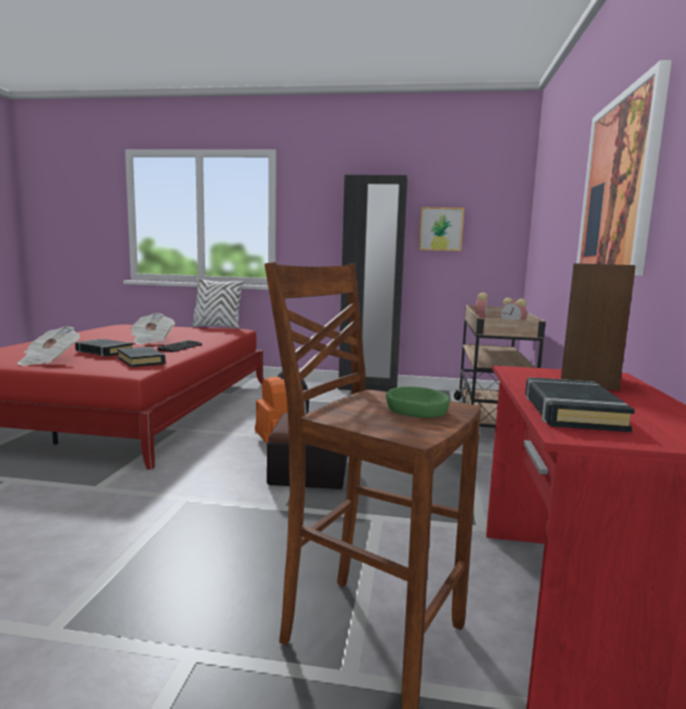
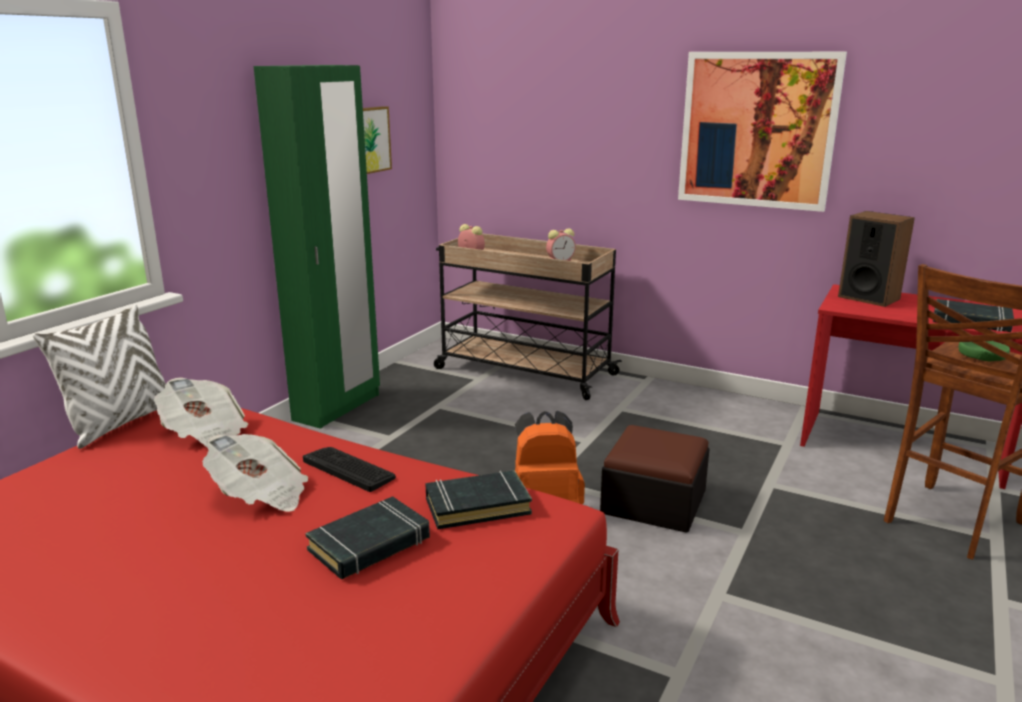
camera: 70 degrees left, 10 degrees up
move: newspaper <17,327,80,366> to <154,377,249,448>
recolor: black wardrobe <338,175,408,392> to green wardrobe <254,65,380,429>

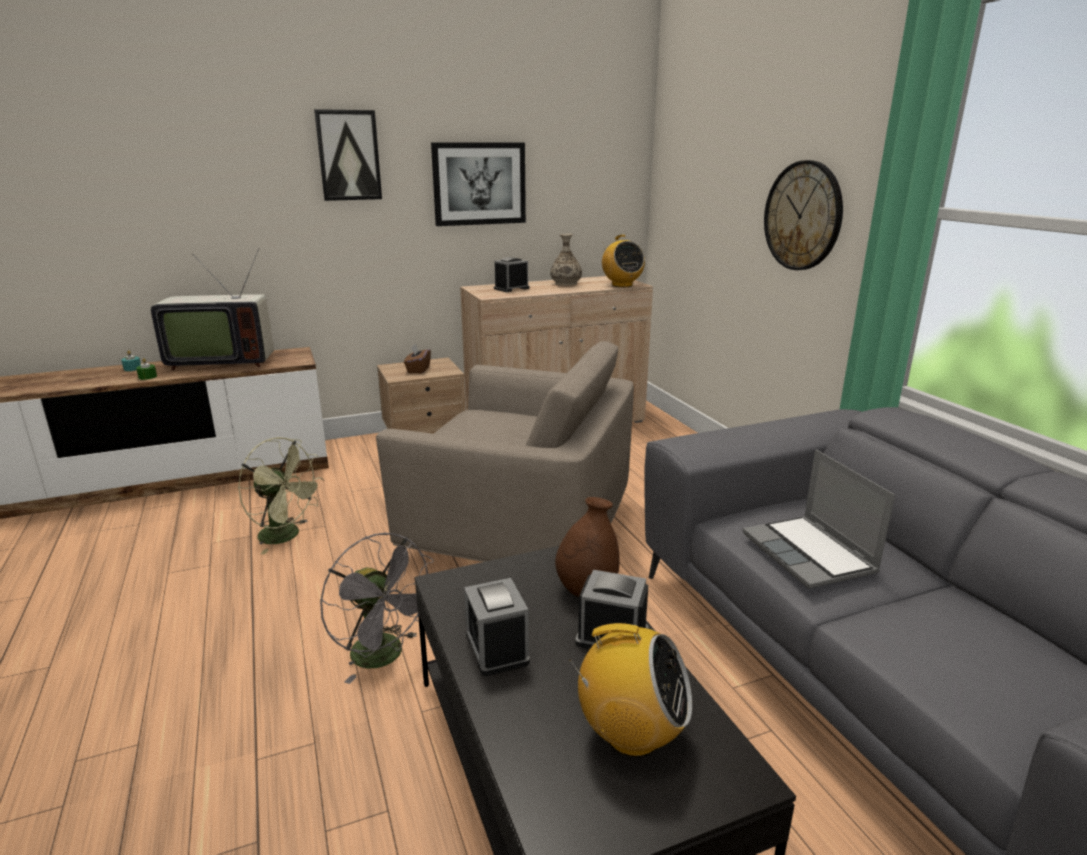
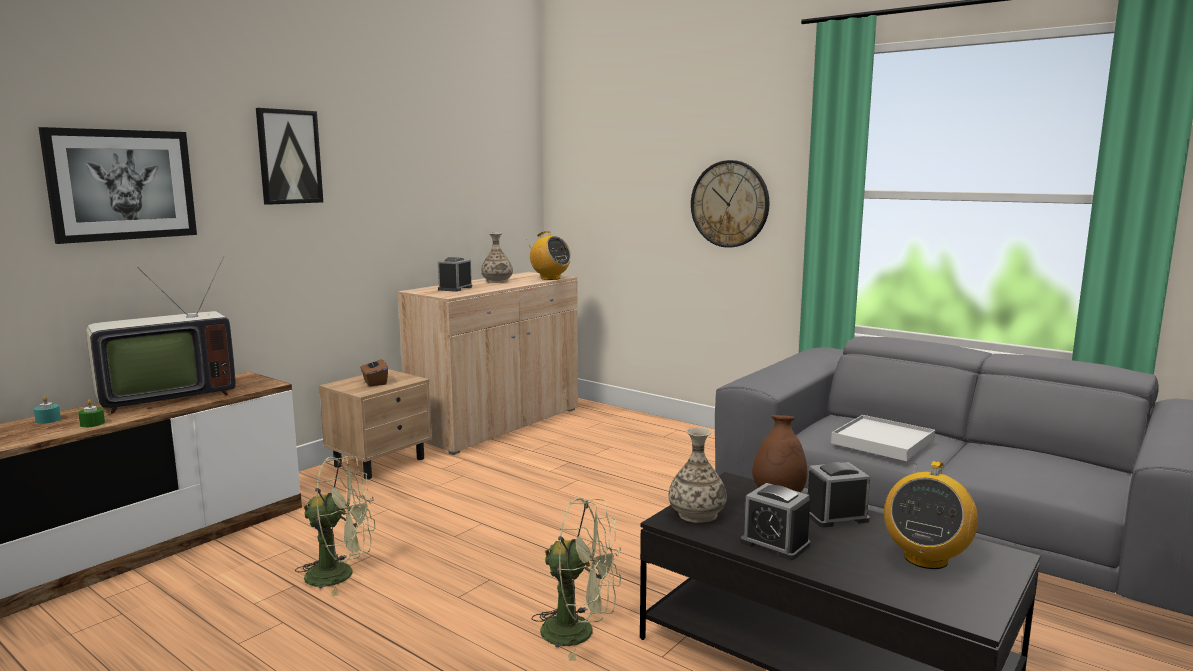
camera: 30 degrees left, 10 degrees down
delete: beige armchair <376,341,634,562>
insert: vase <669,427,727,523>
move: picture <431,142,526,226> to <38,127,197,244>
replace: laptop <743,450,895,589> to white tray <831,415,935,461>
recolor: grey fan <320,533,434,684> to green fan <531,498,621,661>
rotate: radio <569,623,692,757> = <884,461,978,569> 135 degrees clockwise

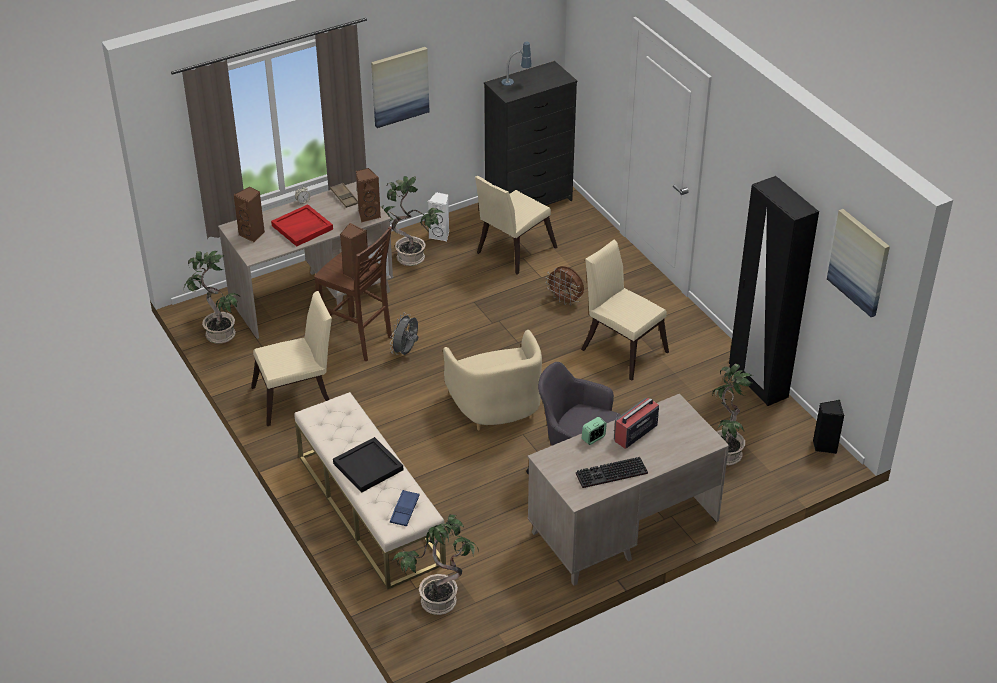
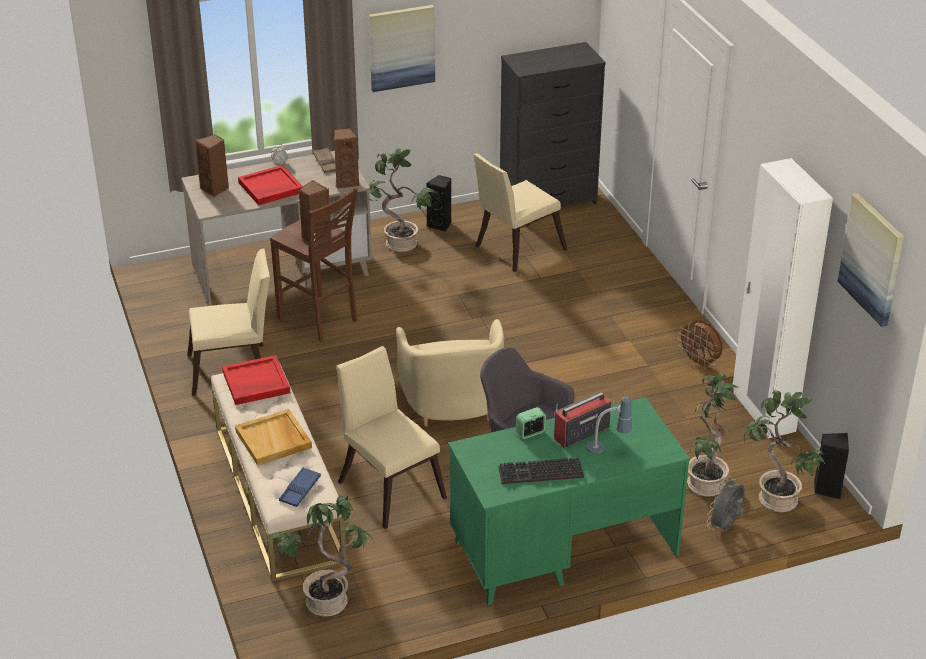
camera: 10 degrees right, 5 degrees down
insert: red tray <222,355,290,405>
move: potted plant <184,251,239,344> to <744,390,826,512>; grey fan <390,313,418,355> to <707,476,745,532>; table lamp <501,41,532,86> to <586,396,632,454>; brown fan <546,266,584,306> to <677,320,722,369>; beige chair <581,240,669,381> to <336,346,447,529>
recolor: black tray <333,437,403,493> to beige tray <235,409,312,466>; white speaker <428,192,449,241> to black speaker <426,175,451,232>; beige desk <528,394,729,586> to green desk <448,397,690,605>; black wardrobe <729,176,819,406> to white wardrobe <733,158,833,438>

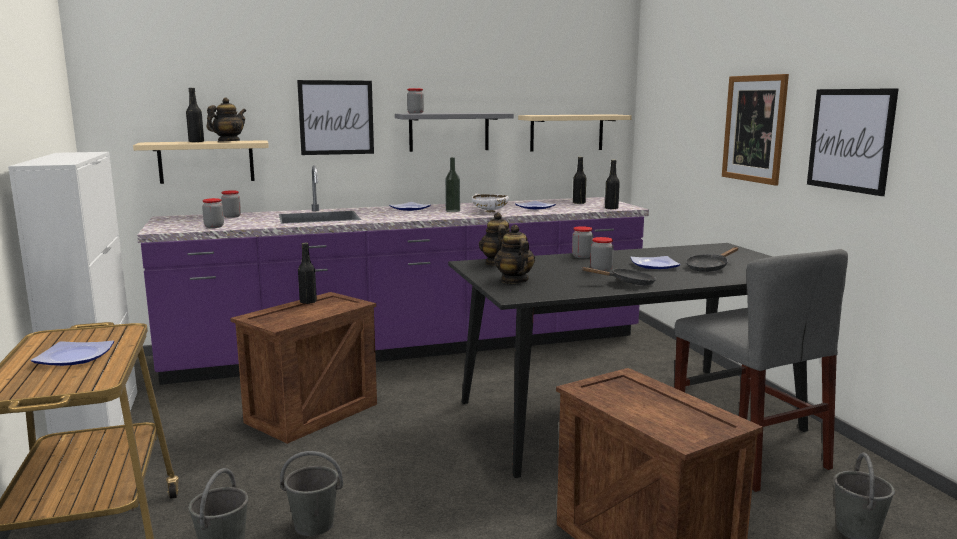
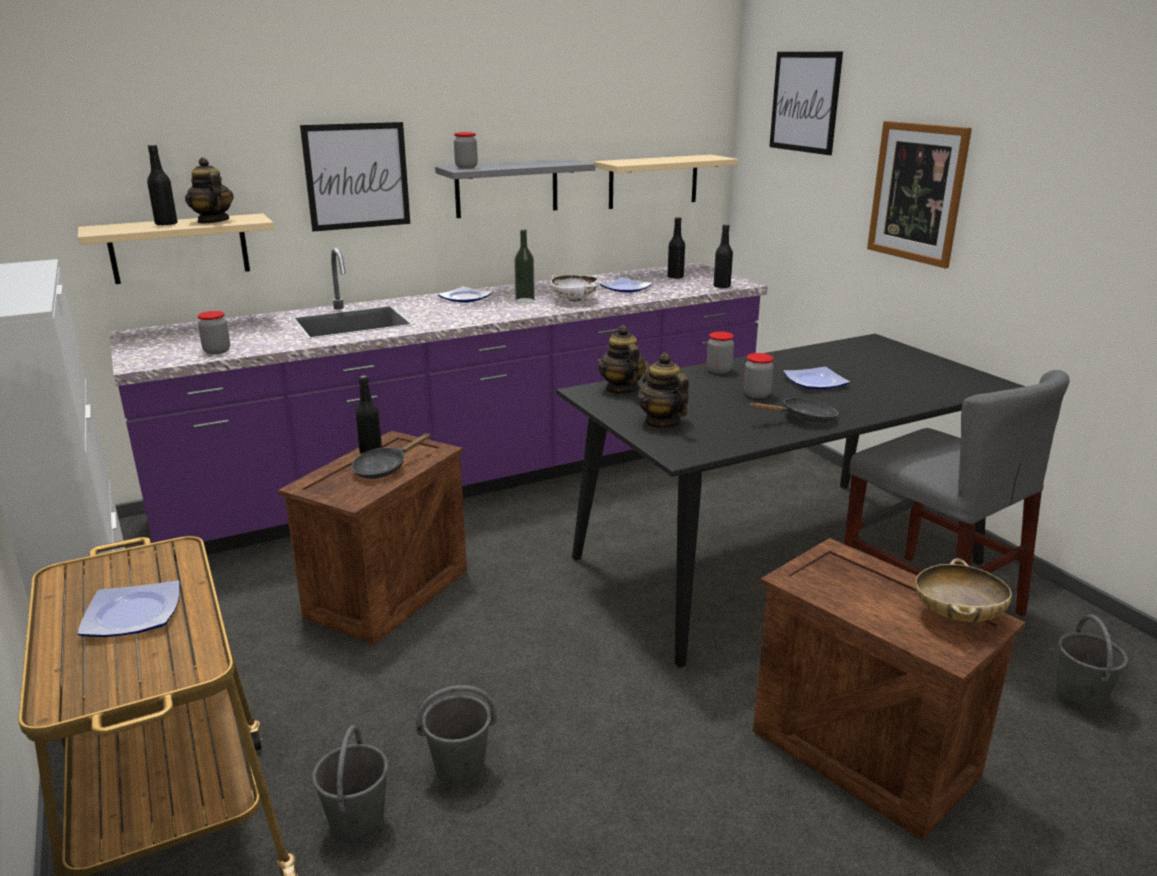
camera: 10 degrees left, 10 degrees up
delete: jar <221,190,241,218>
insert: beige bowl <915,558,1012,622>
move: black frying pan <686,247,738,272> to <352,433,431,479>; picture <807,88,899,196> to <769,52,843,155>
rotate: teapot <207,97,246,142> = <185,157,233,223> 60 degrees counterclockwise

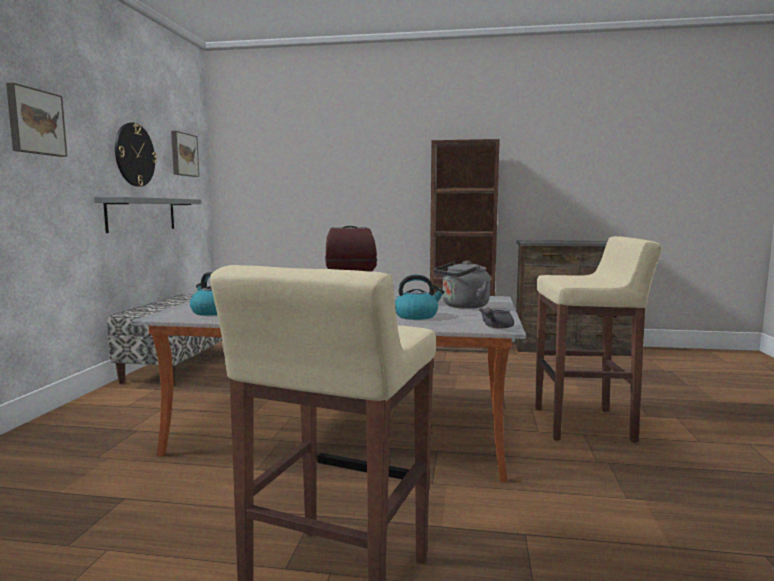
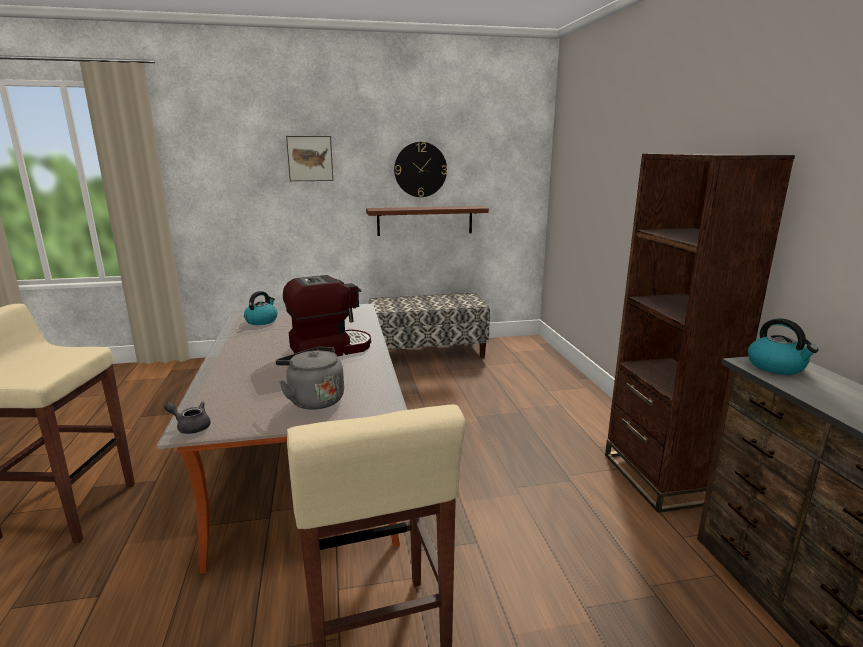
camera: 70 degrees right, 10 degrees up
delete: picture <171,131,199,177>
move: kettle <395,274,445,320> to <748,318,818,375>
recolor: grey shelf <94,197,201,233> to brown shelf <366,206,489,236>

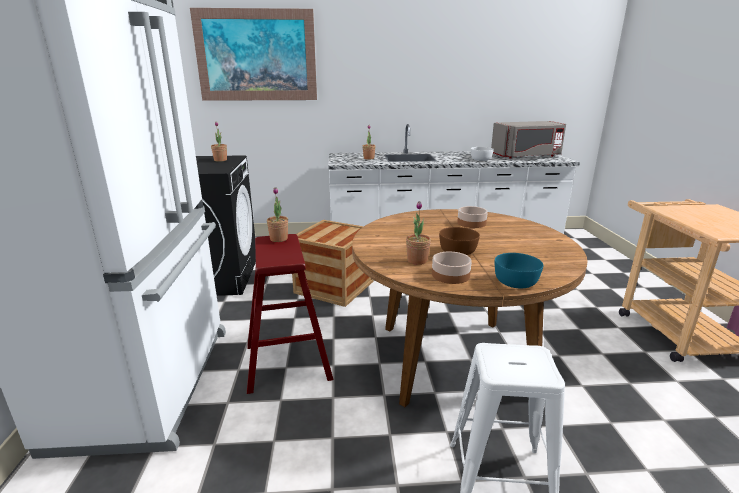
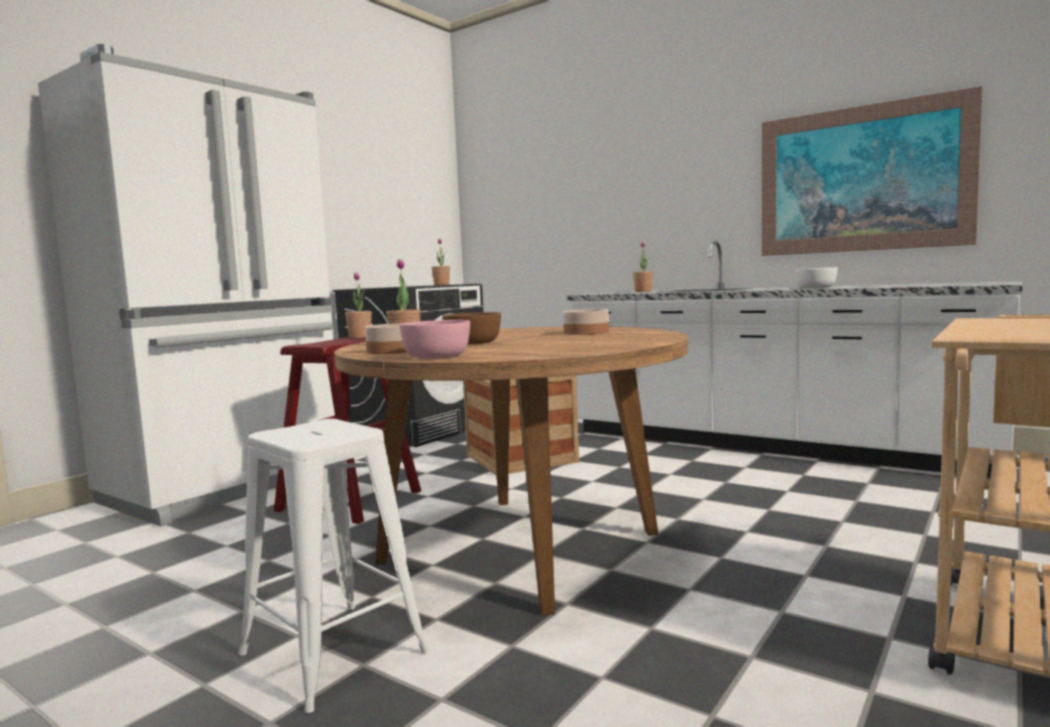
camera: 40 degrees right, 15 degrees down
delete: grey microwave <491,121,566,159>
move: picture <190,8,317,101> to <762,86,982,256>
recolor: turquoise bowl <495,253,543,288> to pink bowl <400,320,470,359>

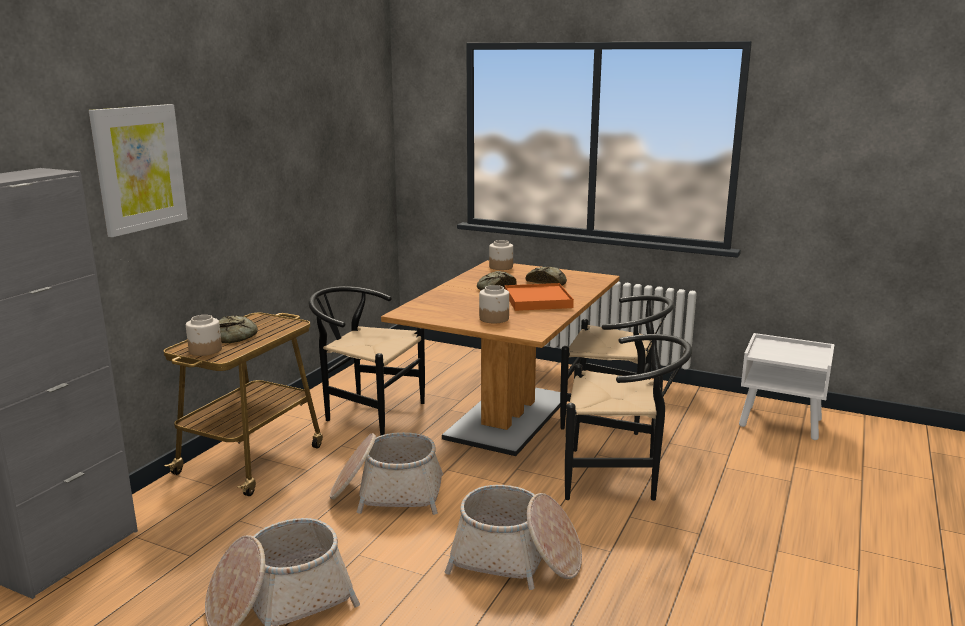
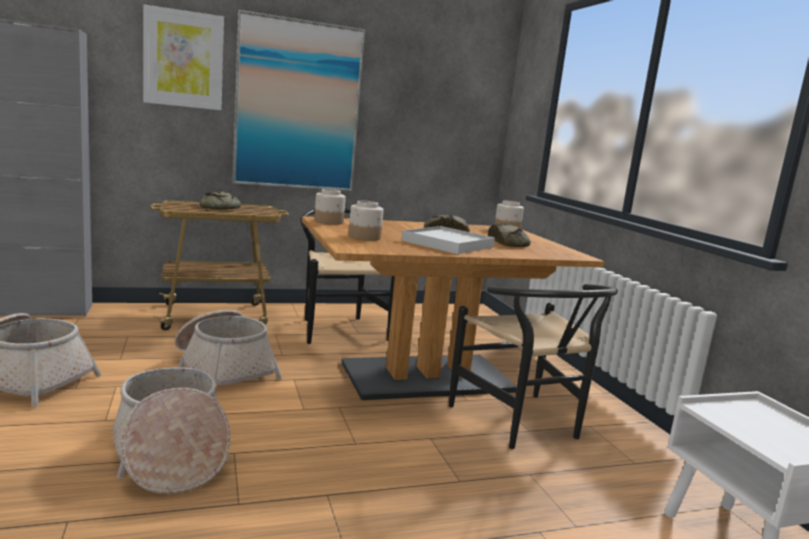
camera: 45 degrees right, 5 degrees down
delete: black chair <565,334,692,501>
insert: picture <232,10,365,191>
move: jar <186,315,222,356> to <314,189,346,225>
recolor: orange tray <505,283,574,311> to white tray <402,226,495,254>

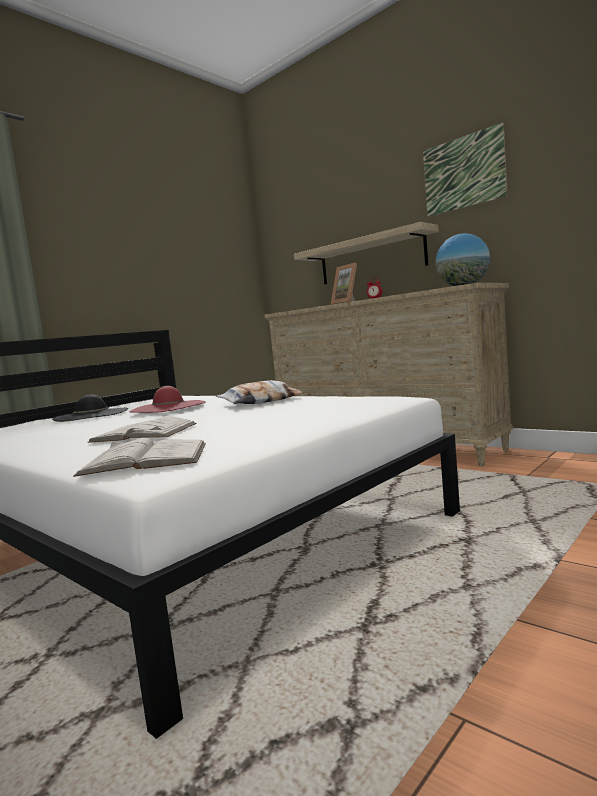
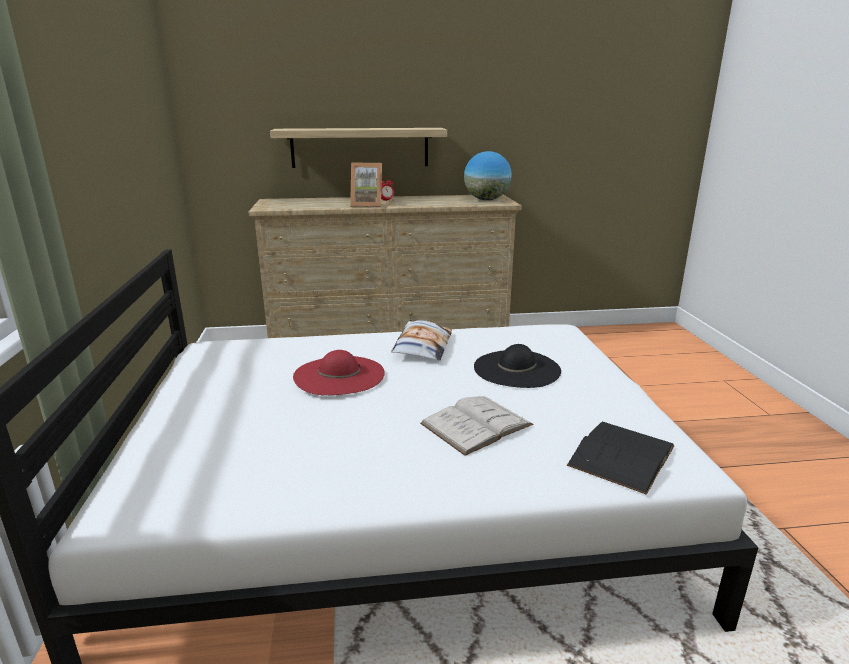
camera: 50 degrees left, 15 degrees up
delete: picture <423,122,508,217>
move: black hat <52,394,128,422> to <474,344,561,388>
recolor: white book <73,438,206,477> to black book <567,421,675,495>

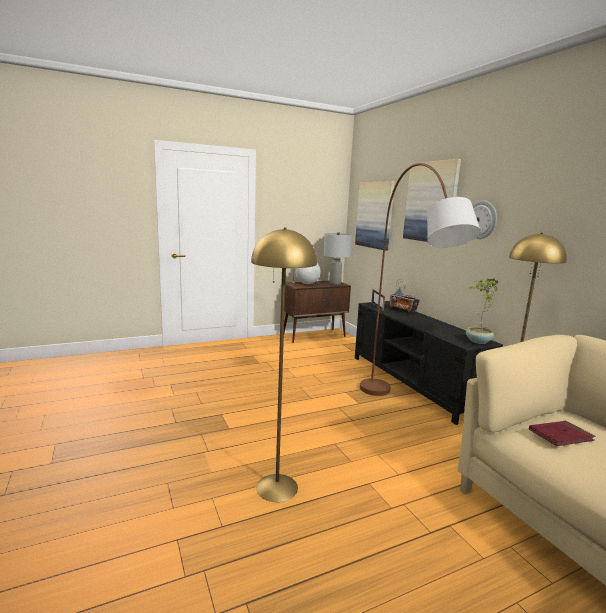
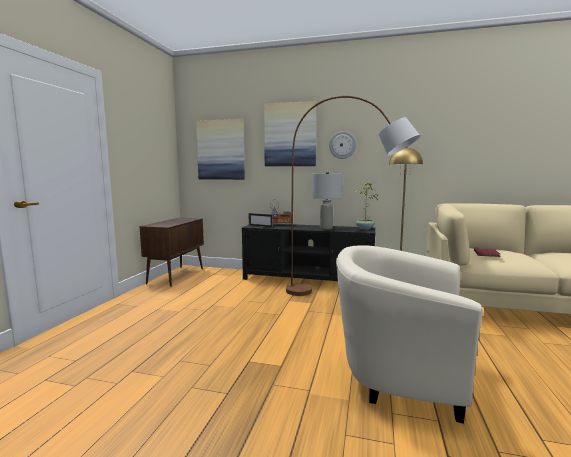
camera: 50 degrees left, 5 degrees down
delete: globe <295,263,321,284>
move: grey table lamp <323,232,352,285> to <312,171,343,230>
replace: yellow floor lamp <251,227,317,502> to beige armchair <336,245,483,424>

